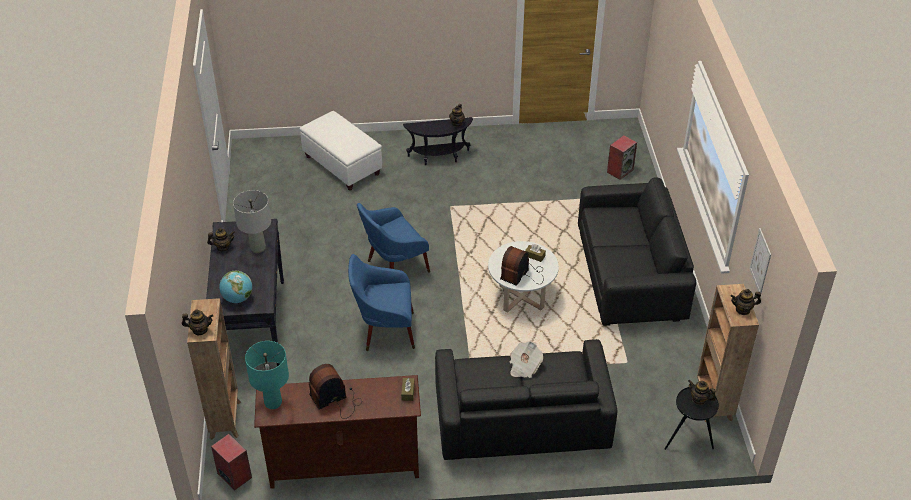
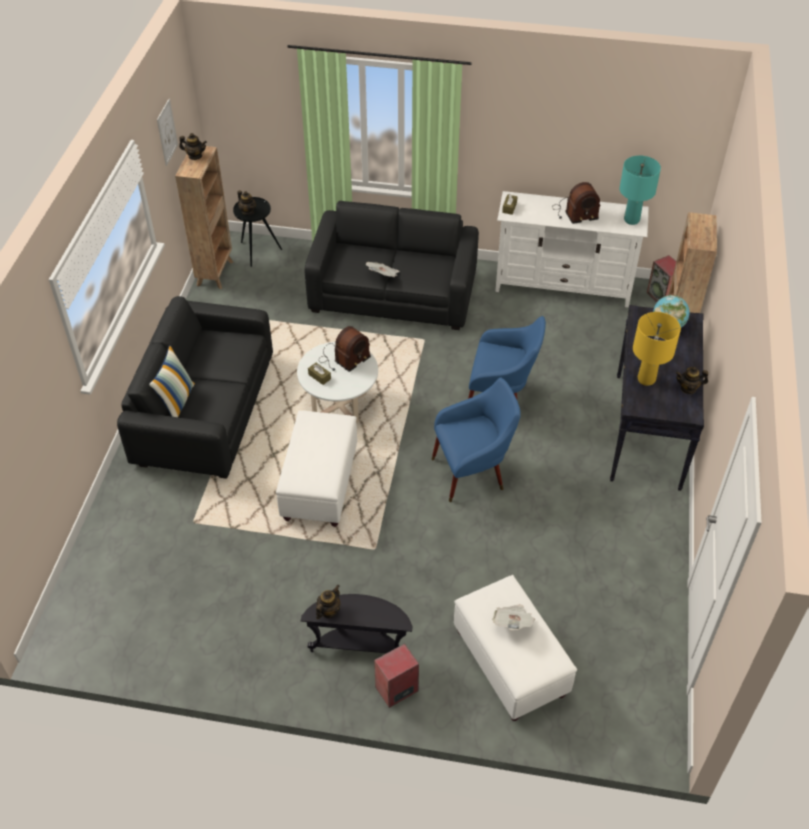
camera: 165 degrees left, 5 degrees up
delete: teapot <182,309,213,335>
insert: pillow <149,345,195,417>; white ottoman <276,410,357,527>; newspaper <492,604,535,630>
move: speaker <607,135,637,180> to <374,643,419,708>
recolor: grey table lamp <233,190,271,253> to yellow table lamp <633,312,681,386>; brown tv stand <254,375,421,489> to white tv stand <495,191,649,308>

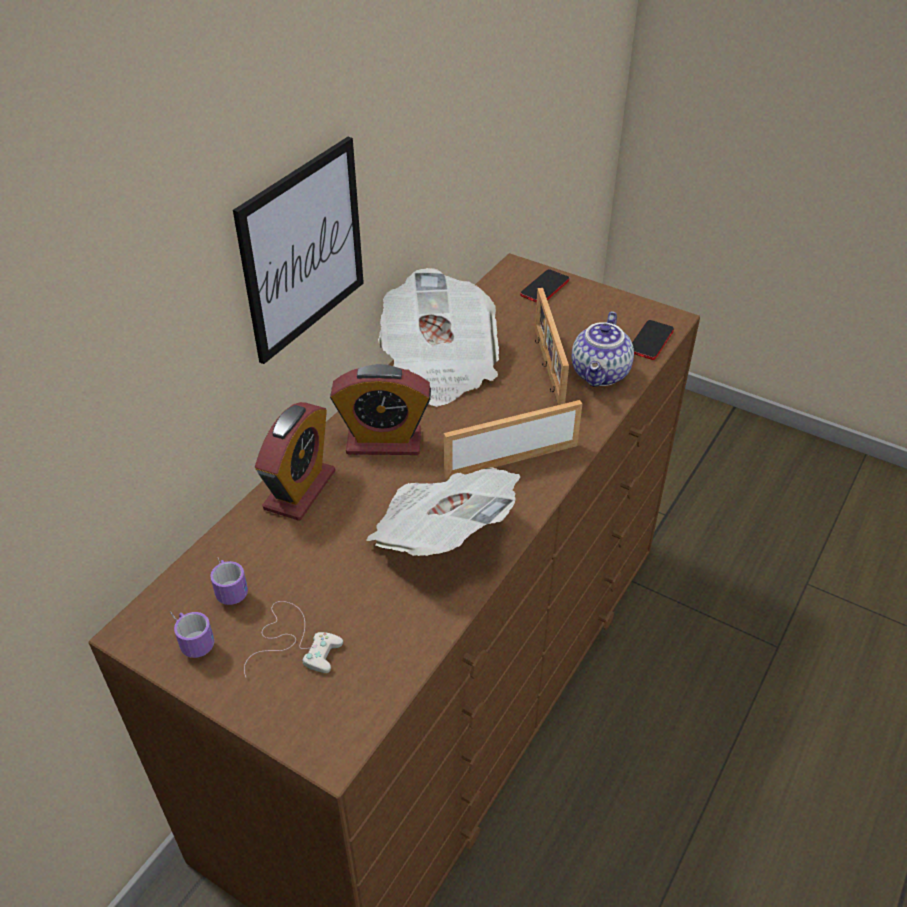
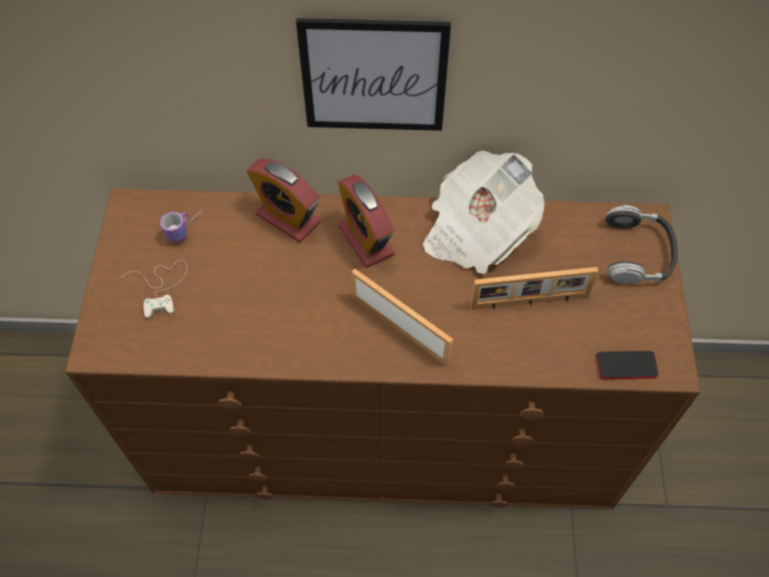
camera: 60 degrees right, 15 degrees up
delete: mug <170,611,214,658>; newspaper <366,467,520,556>; teapot <571,311,634,387>
replace: phone <520,269,569,303> to headphones <605,205,678,285>
rotate: alarm clock <255,402,335,521> = <247,159,320,242> 45 degrees clockwise; picture frame <535,288,569,405> = <470,267,599,310> 150 degrees counterclockwise

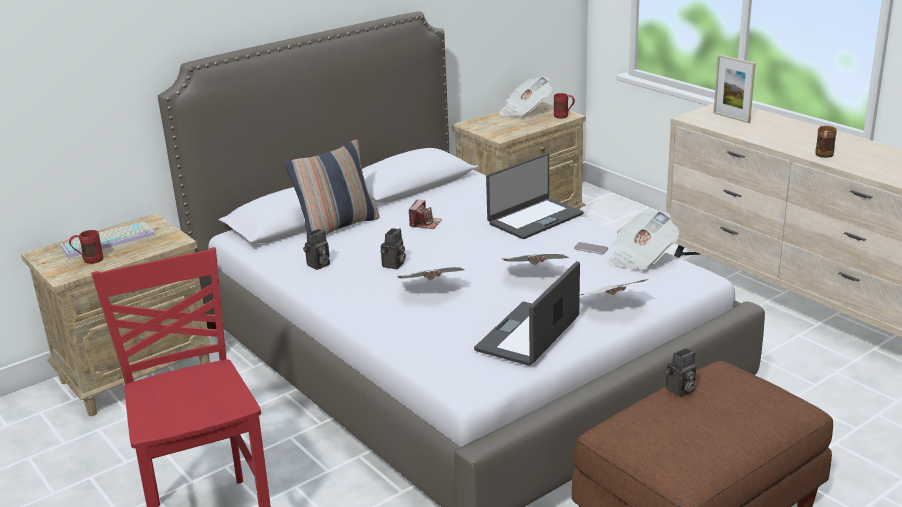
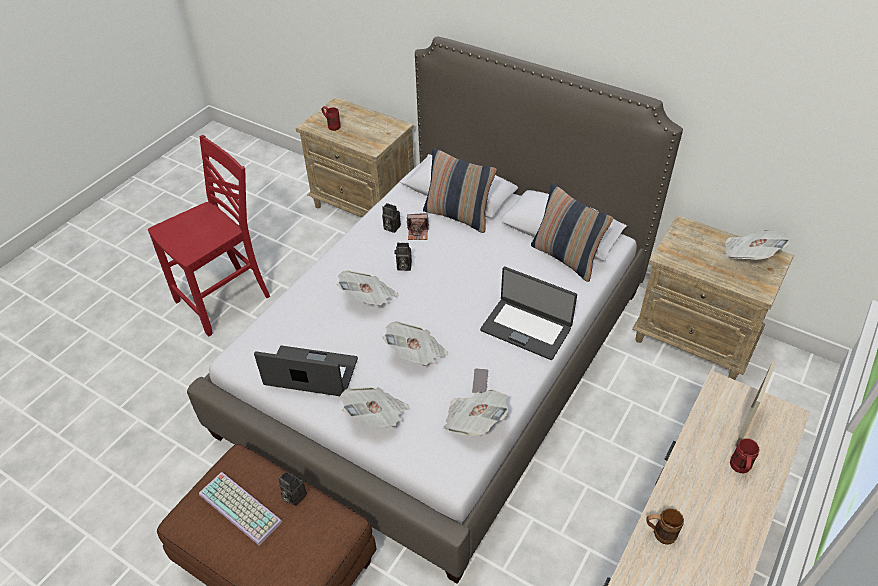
camera: 70 degrees right, 20 degrees up
insert: pillow <531,183,613,282>
move: keyboard <60,221,155,258> to <199,472,282,545>; photo camera <409,200,442,229> to <407,213,429,240>; red mug <554,93,575,118> to <730,438,760,473>

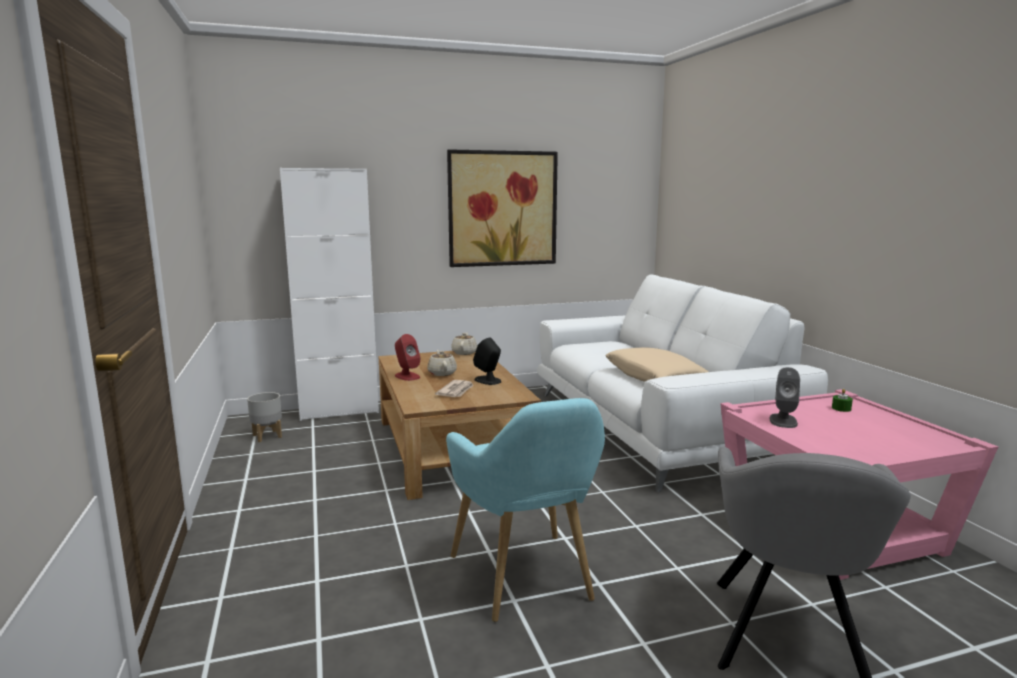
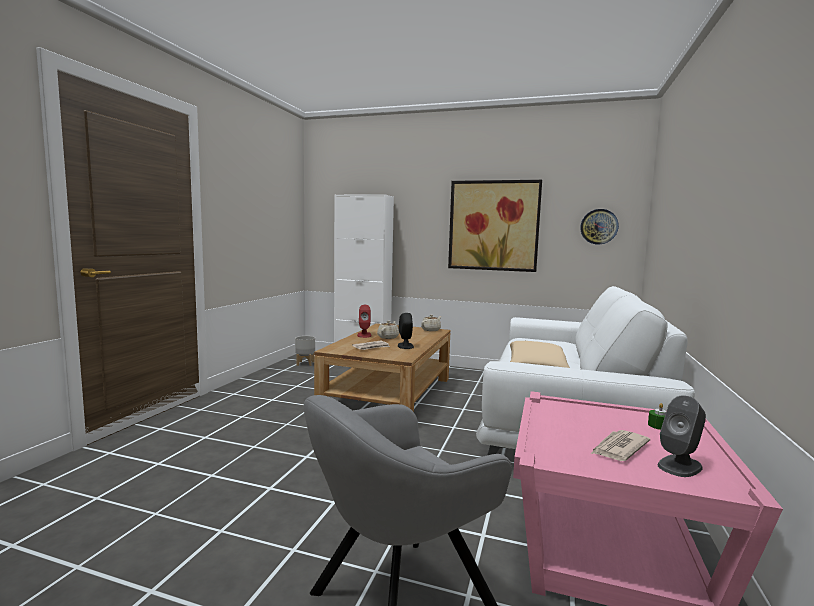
camera: 35 degrees right, 5 degrees down
delete: turquoise armchair <446,398,605,622>
insert: wall clock <580,209,619,245>; newspaper <591,430,650,461>
move: grey speaker <770,367,800,428> to <657,395,706,477>

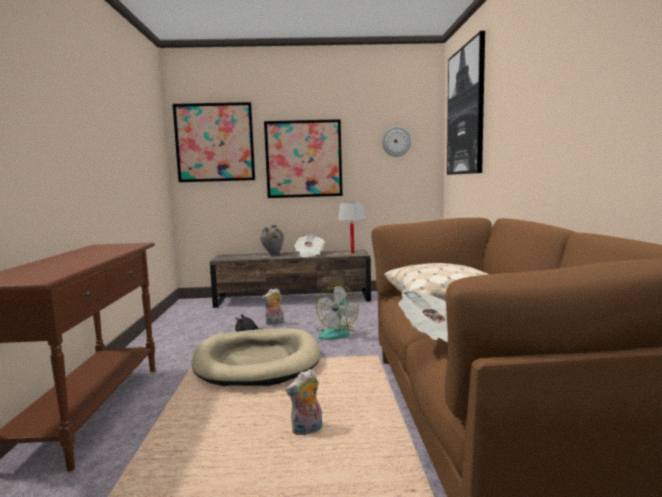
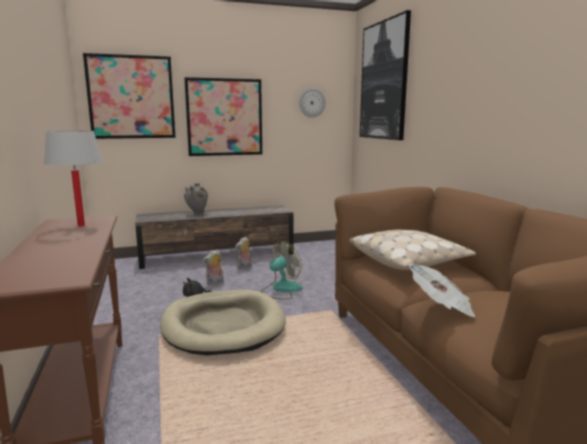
camera: 15 degrees left, 5 degrees up
delete: newspaper <294,235,325,257>
move: plush toy <286,369,322,435> to <235,237,252,269>; white table lamp <338,202,366,254> to <44,131,103,227>
rotate: fan <316,284,359,340> = <261,241,303,300> 135 degrees counterclockwise

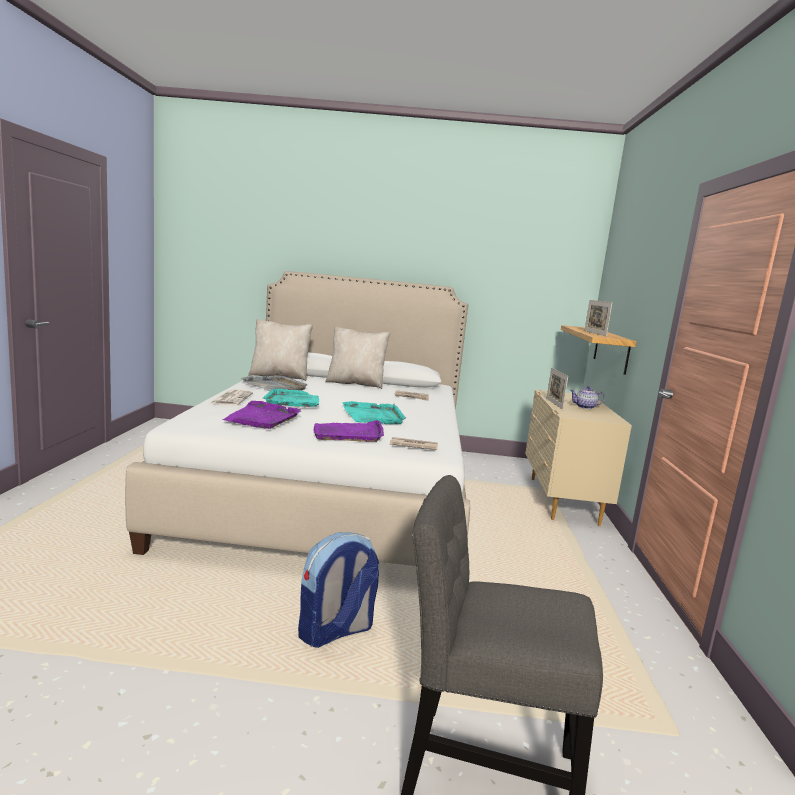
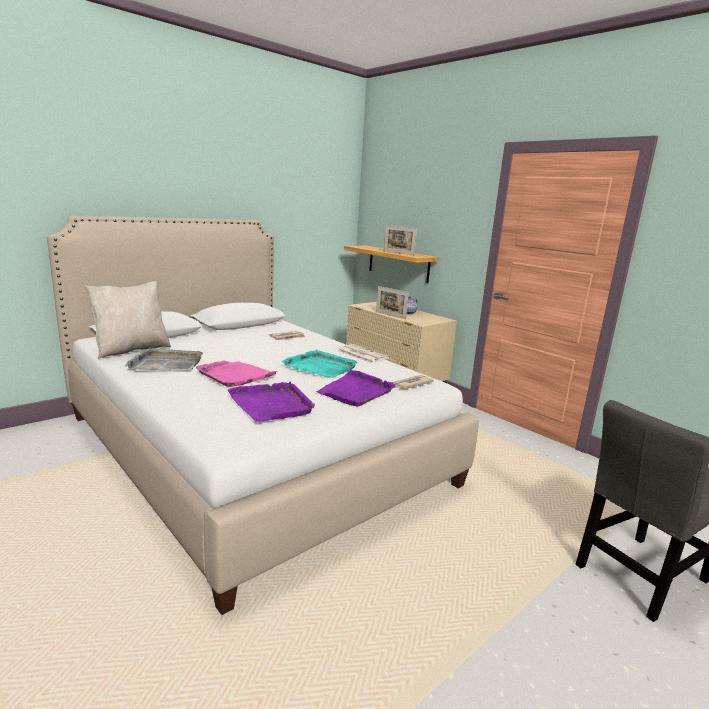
camera: 45 degrees left, 5 degrees up
delete: backpack <298,532,379,648>; beige pillow <325,326,390,389>
move: newspaper <209,390,253,406> to <337,344,389,363>
recolor: turquoise tray <263,388,319,407> to pink tray <196,361,277,387>

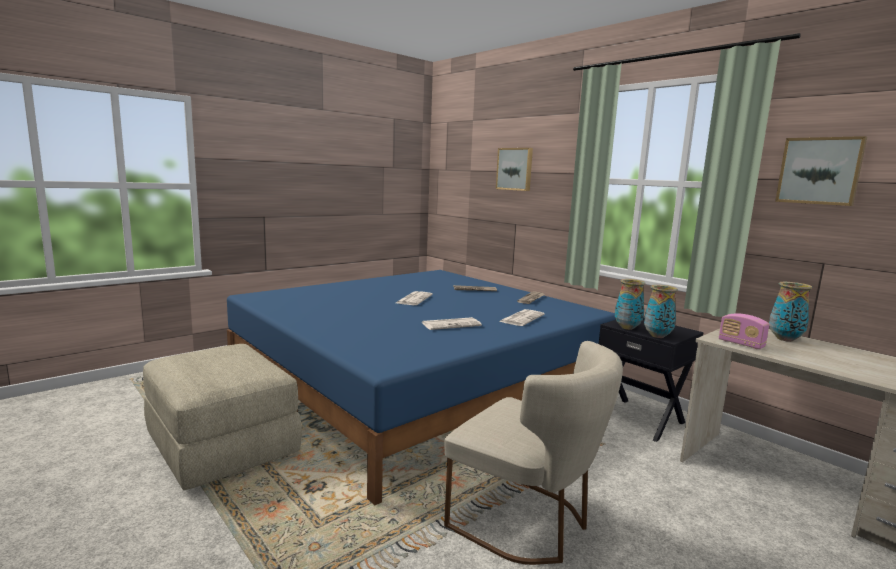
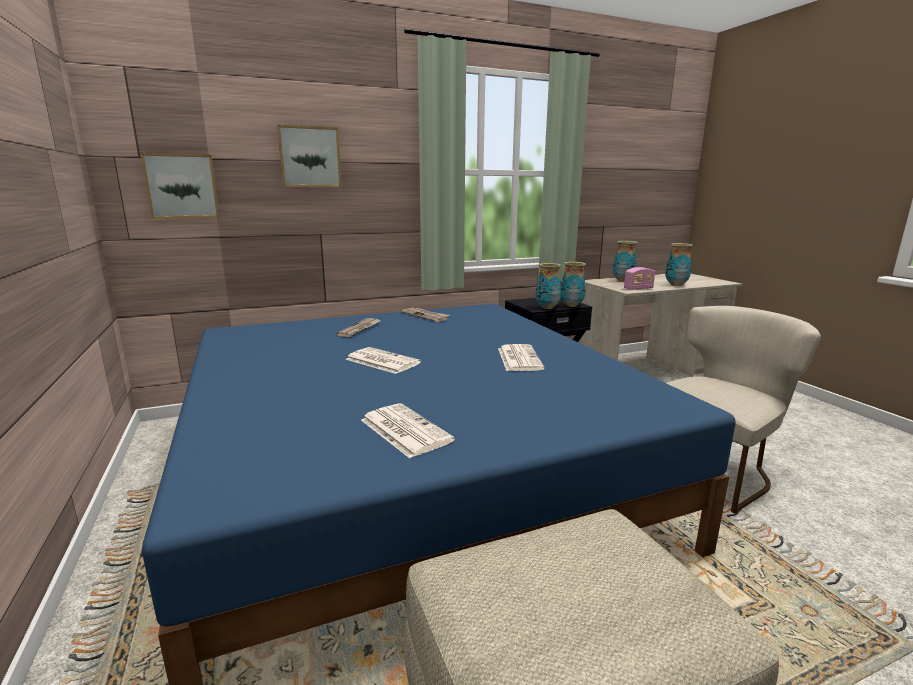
camera: 70 degrees left, 5 degrees up
insert: vase <665,243,693,286>
move: newspaper <499,309,545,326> to <361,403,455,458>; picture <775,136,867,206> to <141,153,220,219>

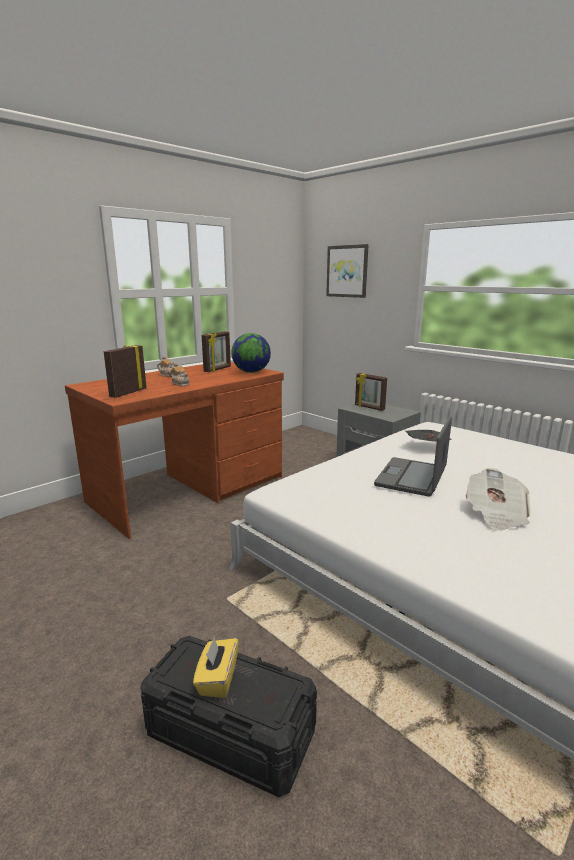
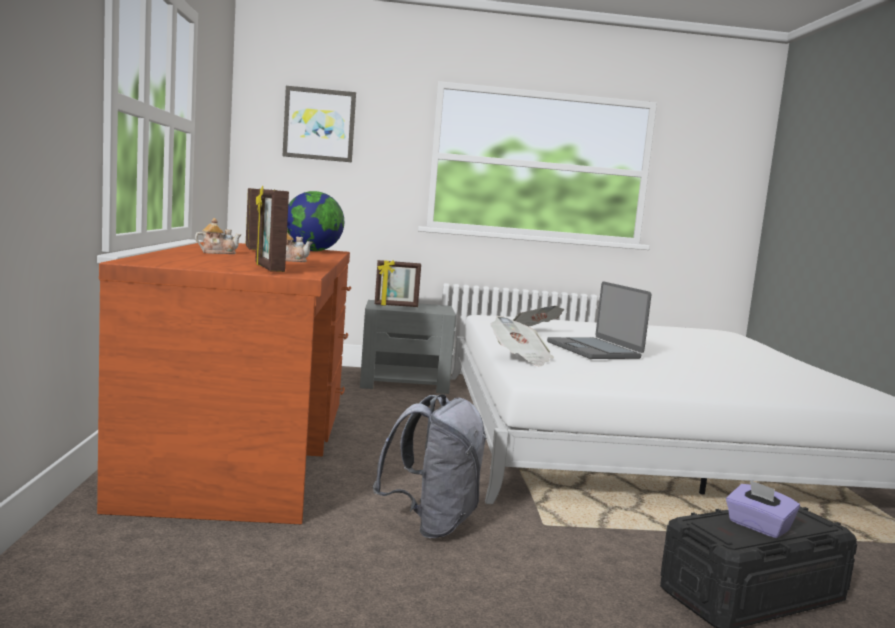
camera: 50 degrees left, 10 degrees down
insert: grey backpack <373,394,487,538>
move: newspaper <465,468,531,531> to <490,316,554,367>
recolor: yellow tissue box <193,638,238,698> to purple tissue box <726,480,800,538>

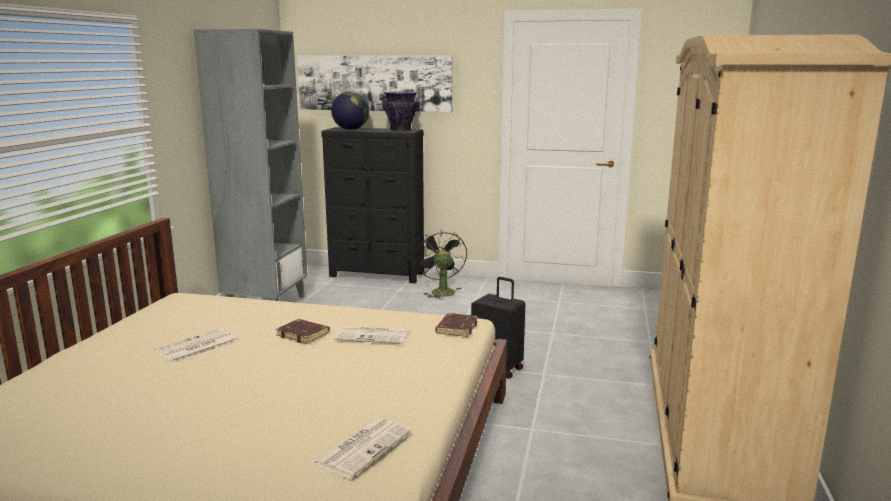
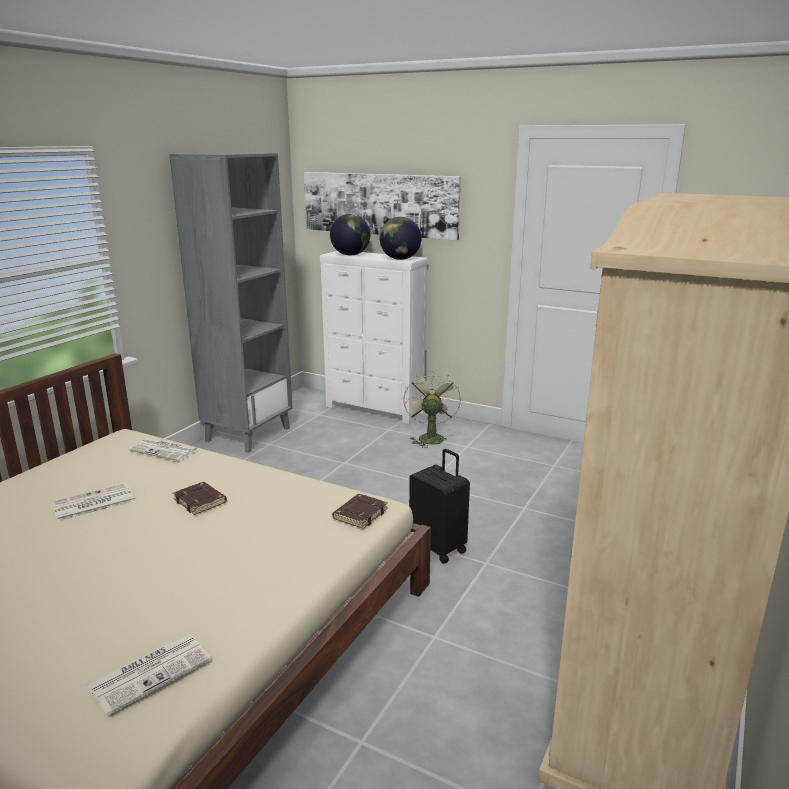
camera: 15 degrees right, 5 degrees up
move: newspaper <334,326,409,344> to <128,438,200,461>
replace: vase <382,91,419,132> to globe <380,217,421,260>
recolor: black dresser <321,127,424,283> to white dresser <320,251,428,424>; black fan <416,229,467,300> to green fan <403,371,461,448>

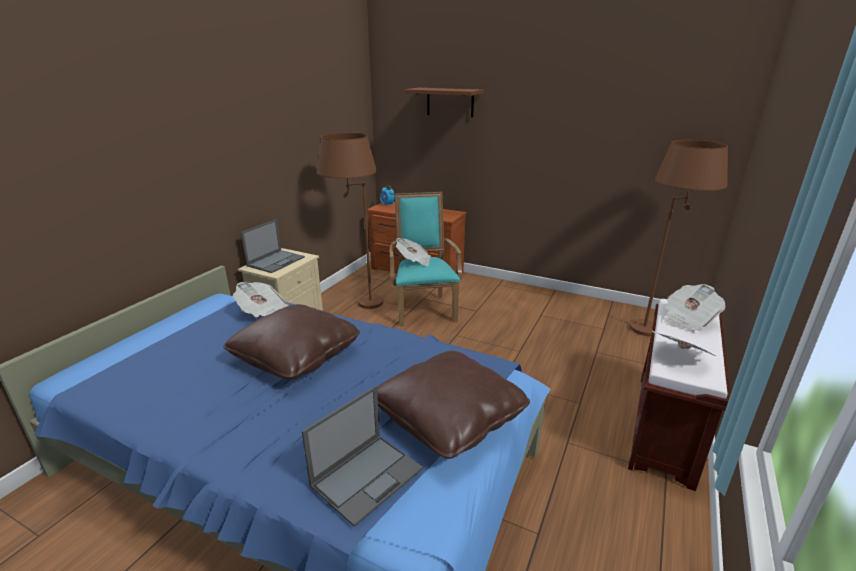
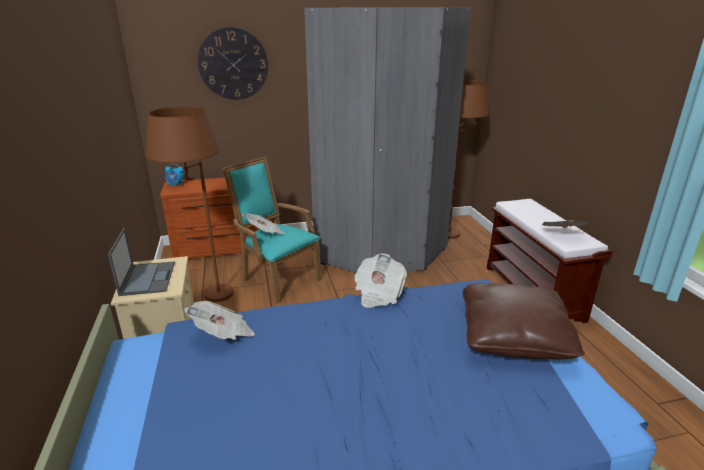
camera: 40 degrees left, 0 degrees up
delete: brown pillow <223,304,360,380>; laptop <302,386,423,527>
insert: grey wardrobe <304,8,471,273>
move: newspaper <664,284,726,331> to <354,253,407,308>
replace: brown shelf <404,88,484,118> to wall clock <198,27,268,100>

